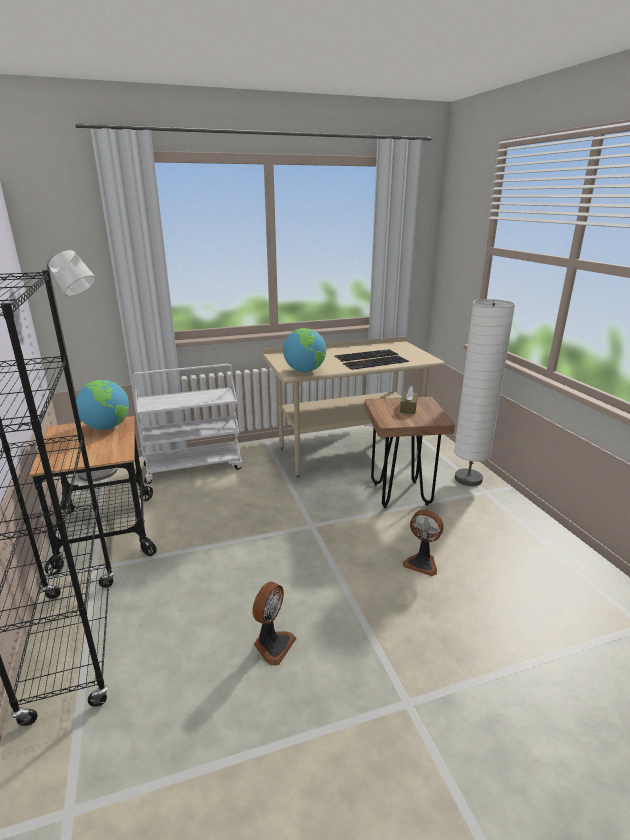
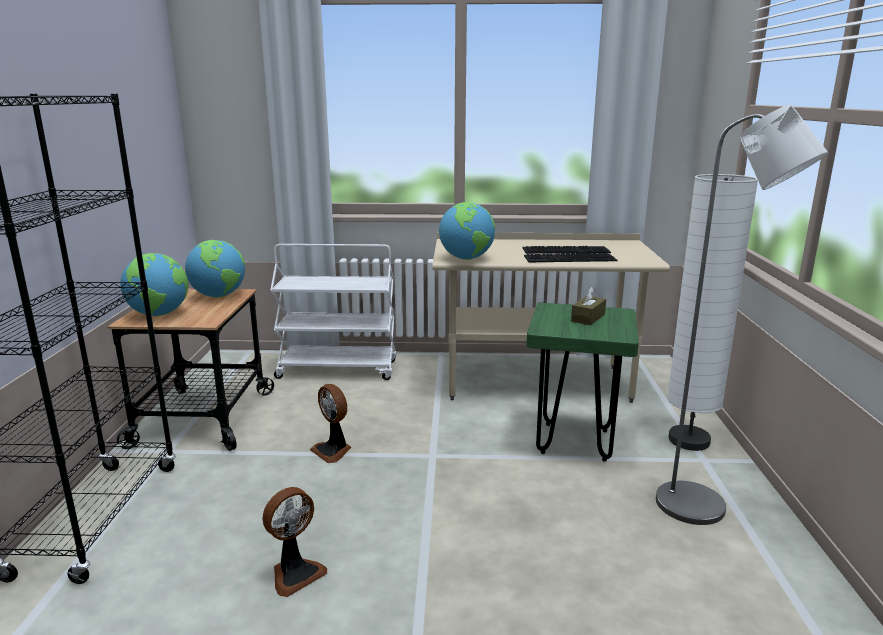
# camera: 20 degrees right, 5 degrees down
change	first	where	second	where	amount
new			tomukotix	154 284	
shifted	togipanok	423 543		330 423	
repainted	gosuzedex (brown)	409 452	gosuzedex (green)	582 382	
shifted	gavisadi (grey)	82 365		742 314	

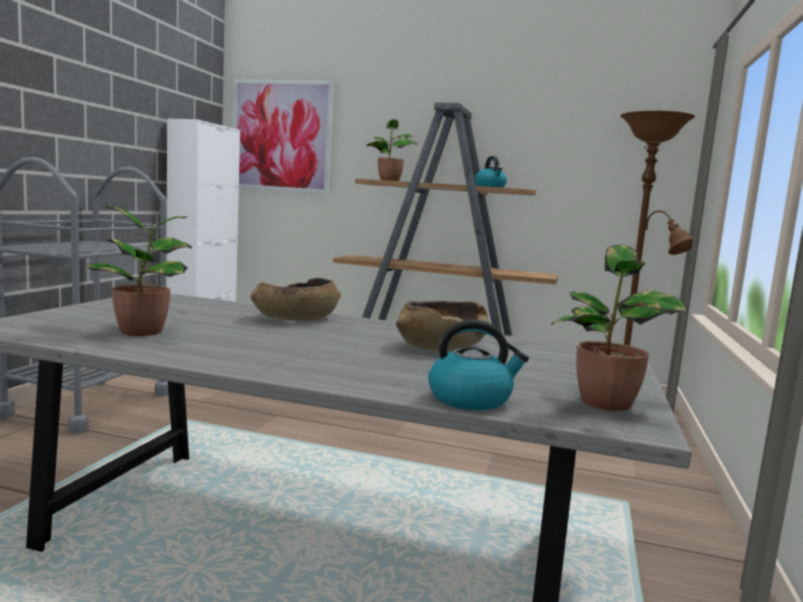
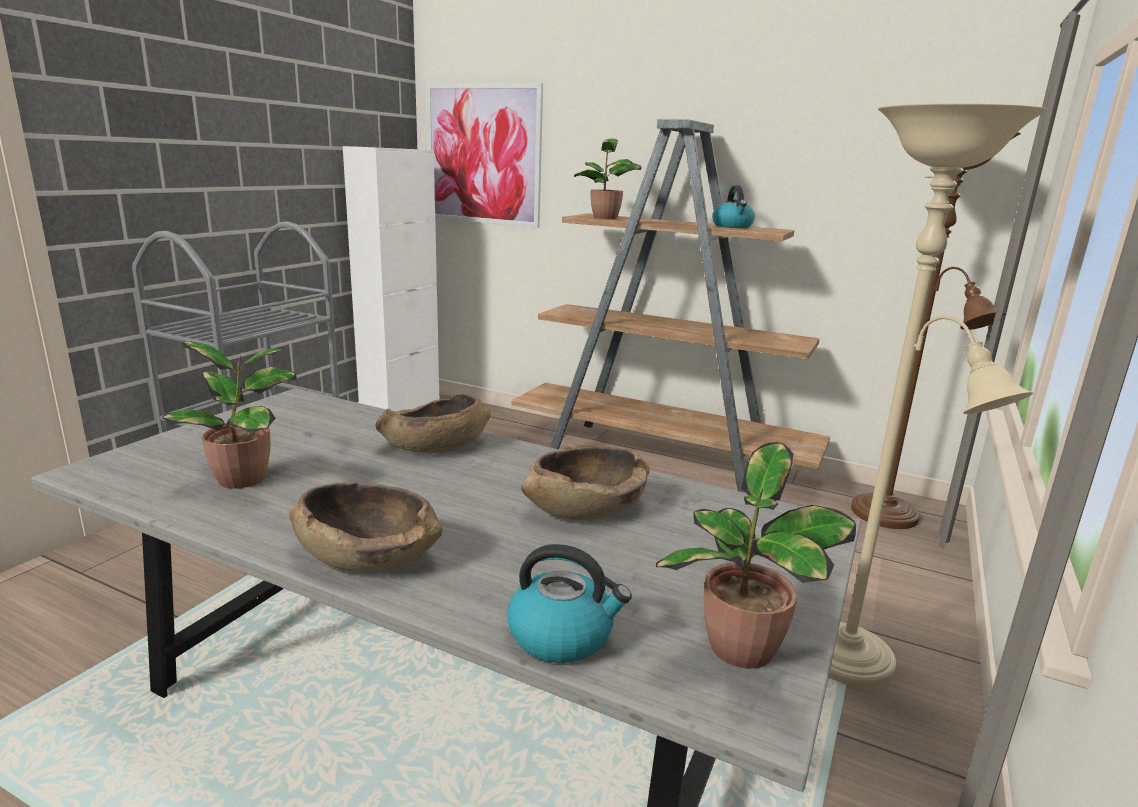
# camera: 10 degrees right, 10 degrees up
change	first	where	second	where	amount
new			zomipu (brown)	365 527	
new			gavisadi (beige)	938 395	

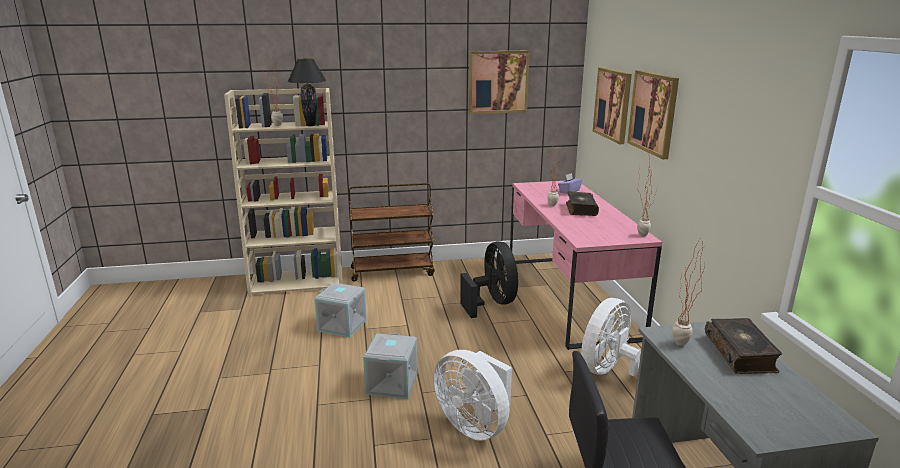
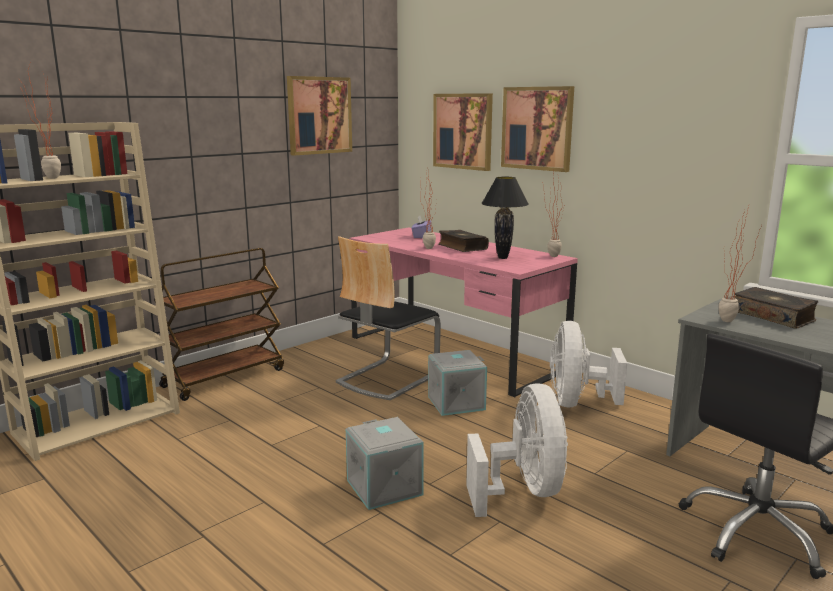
# camera: 35 degrees left, 5 degrees down
change	first	where	second	where	amount
swapped	togipanok (black)	489 279	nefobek	388 318	
shifted	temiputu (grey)	340 310		457 383	
rotated	togipanok (white)	472 395		517 450	105 degrees counterclockwise
shifted	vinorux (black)	307 92		505 218	

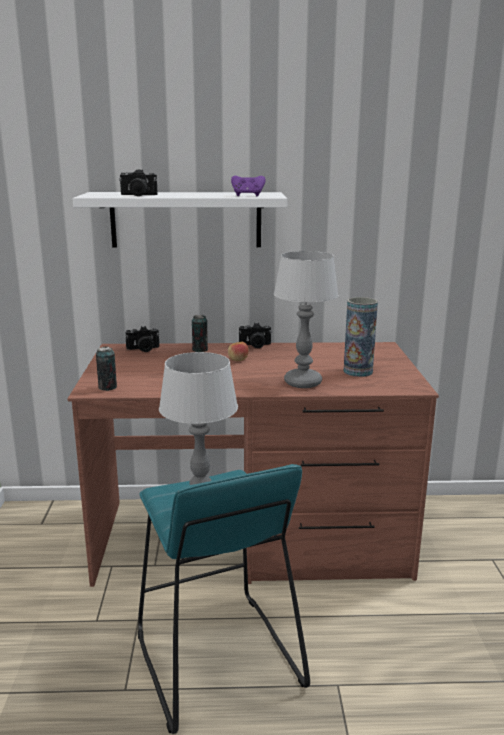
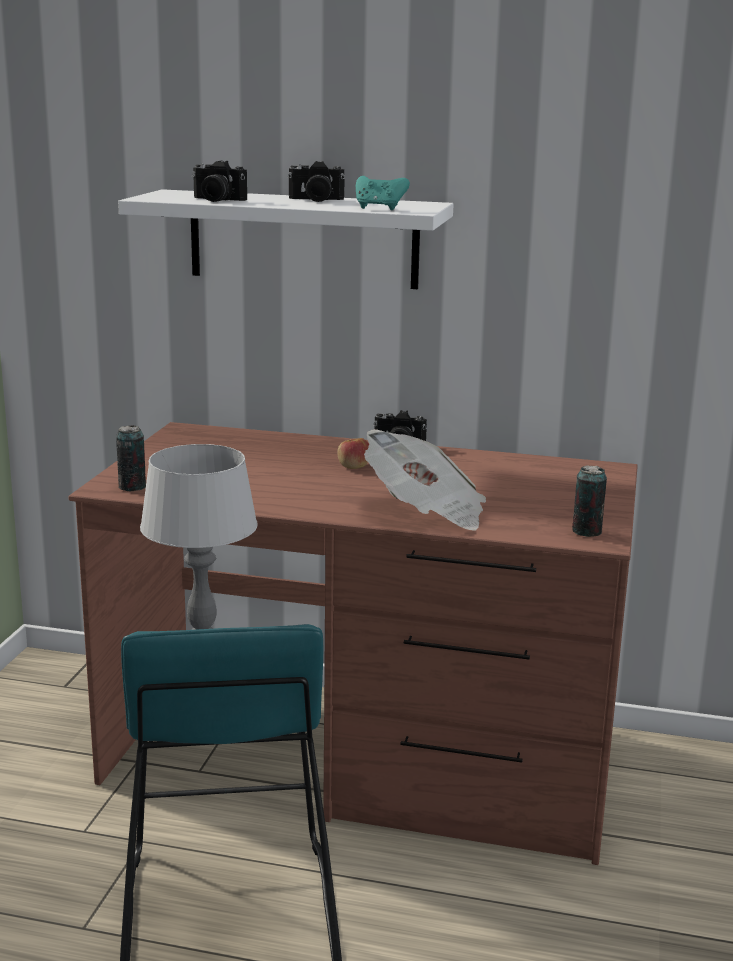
# camera: 15 degrees right, 0 degrees up
change	first	where	second	where	amount
shifted	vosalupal	142 339		316 181	
repainted	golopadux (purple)	248 186	golopadux (turquoise)	383 193	
swapped	vinorux	306 319	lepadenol	425 480	
shifted	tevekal	200 333		589 501	
gone	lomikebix	361 337			

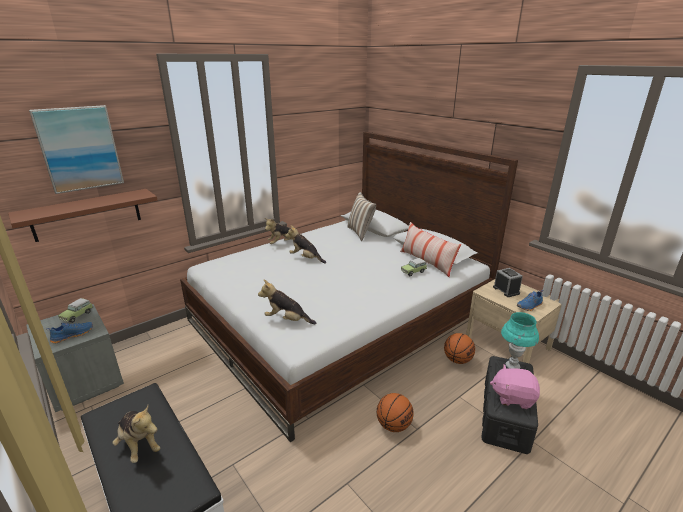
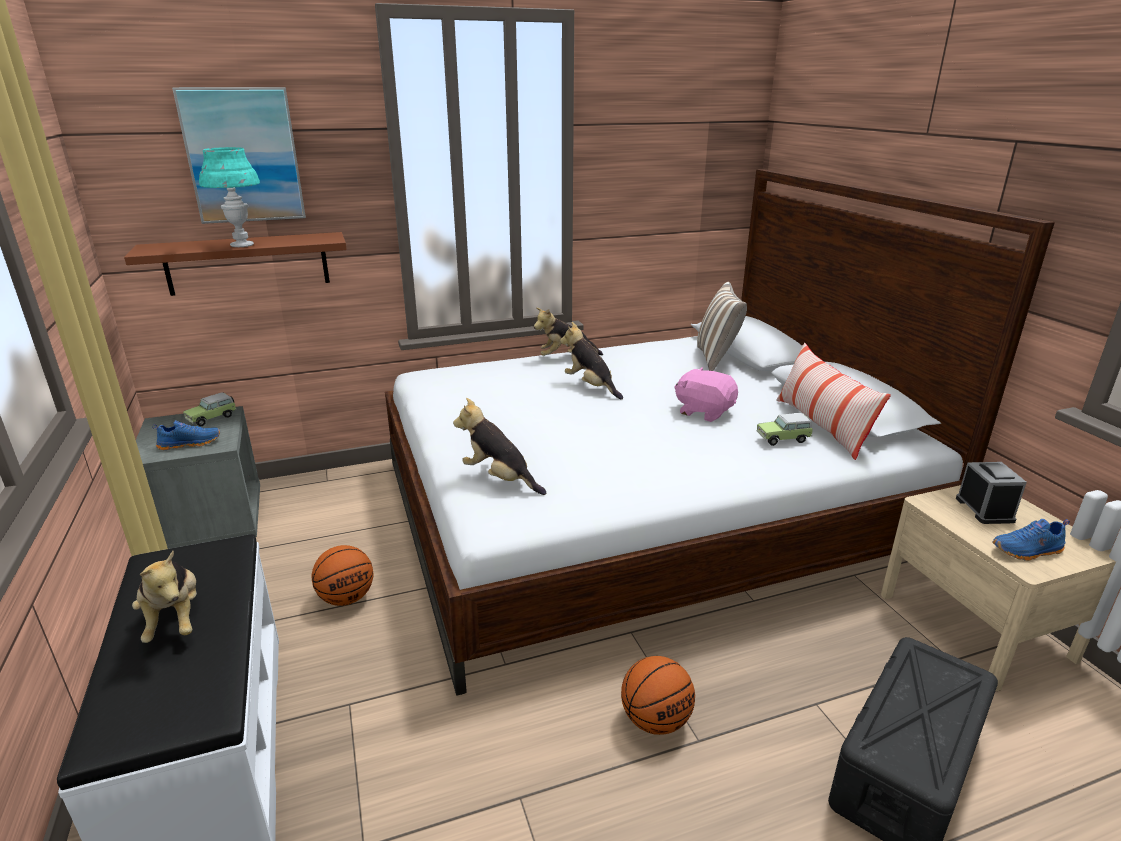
# camera: 20 degrees right, 0 degrees up
change	first	where	second	where	amount
shifted	vinorux (turquoise)	520 340		229 197	
shifted	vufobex	459 348		342 575	
shifted	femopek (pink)	515 386		706 395	

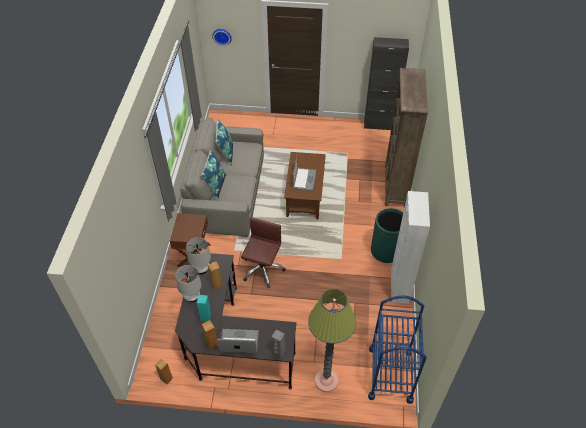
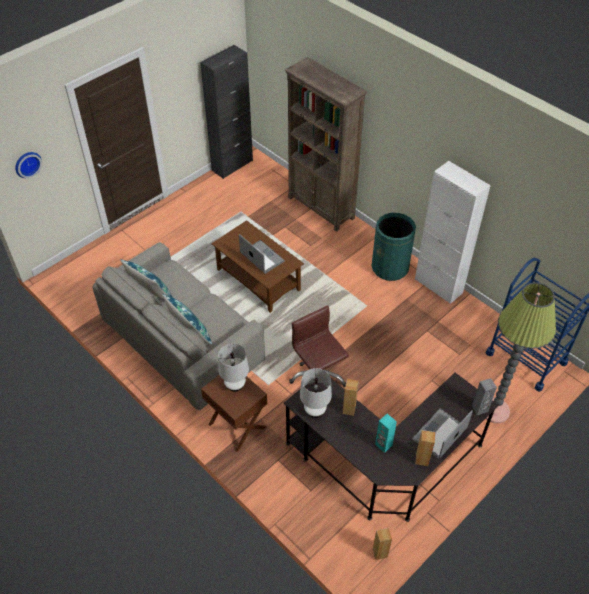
# camera: 50 degrees left, 0 degrees up
change	first	where	second	where	amount
shifted	vinorux (white)	189 283		233 367	

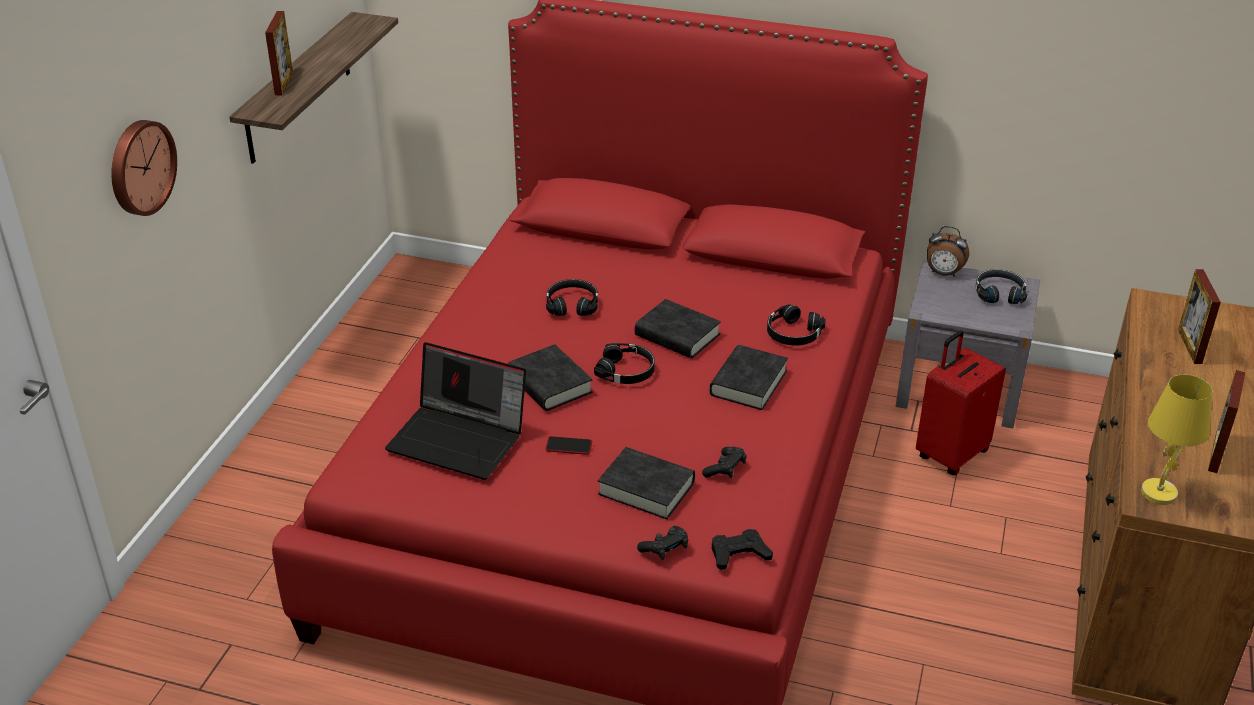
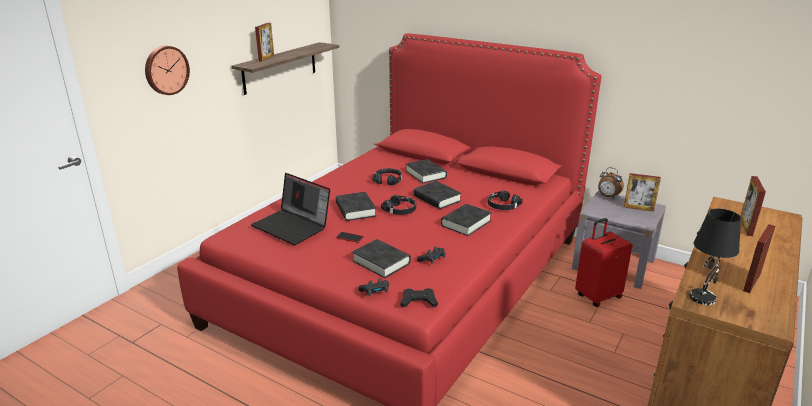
# camera: 15 degrees right, 10 degrees down
change	first	where	second	where	amount
new			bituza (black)	426 171	
swapped	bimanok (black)	1001 286	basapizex	642 192	
repainted	vinorux (yellow)	1176 440	vinorux (black)	715 257	

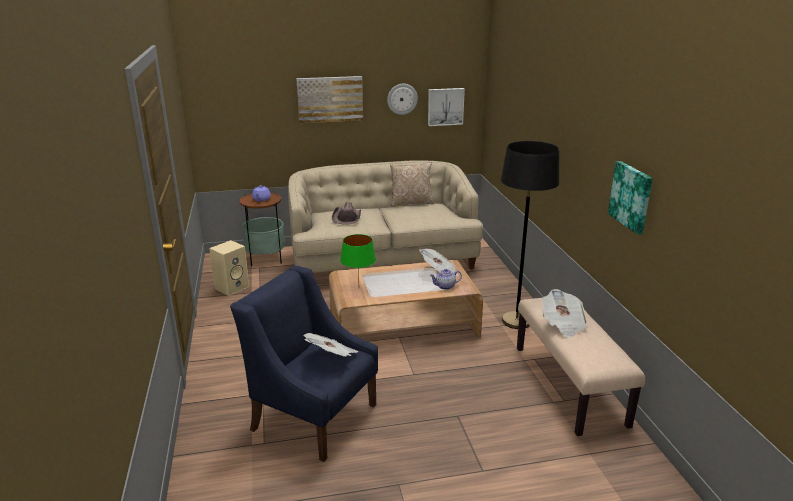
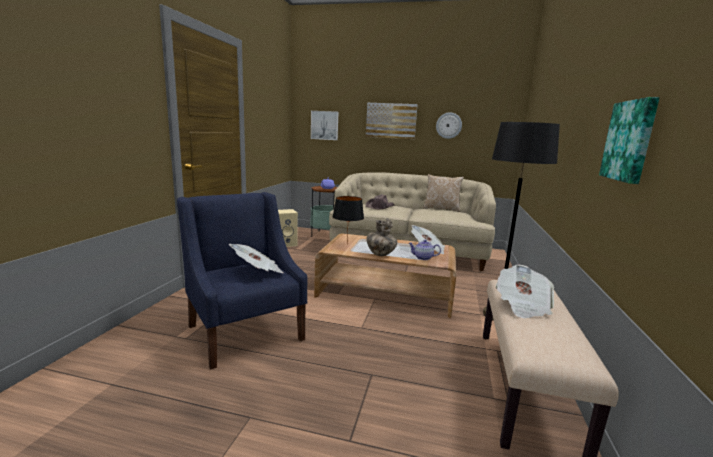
# camera: 25 degrees right, 10 degrees down
change	first	where	second	where	amount
shifted	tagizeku	446 107		324 125	
repainted	vinorux (green)	358 257	vinorux (black)	348 218	
new			lomikebix	381 237	

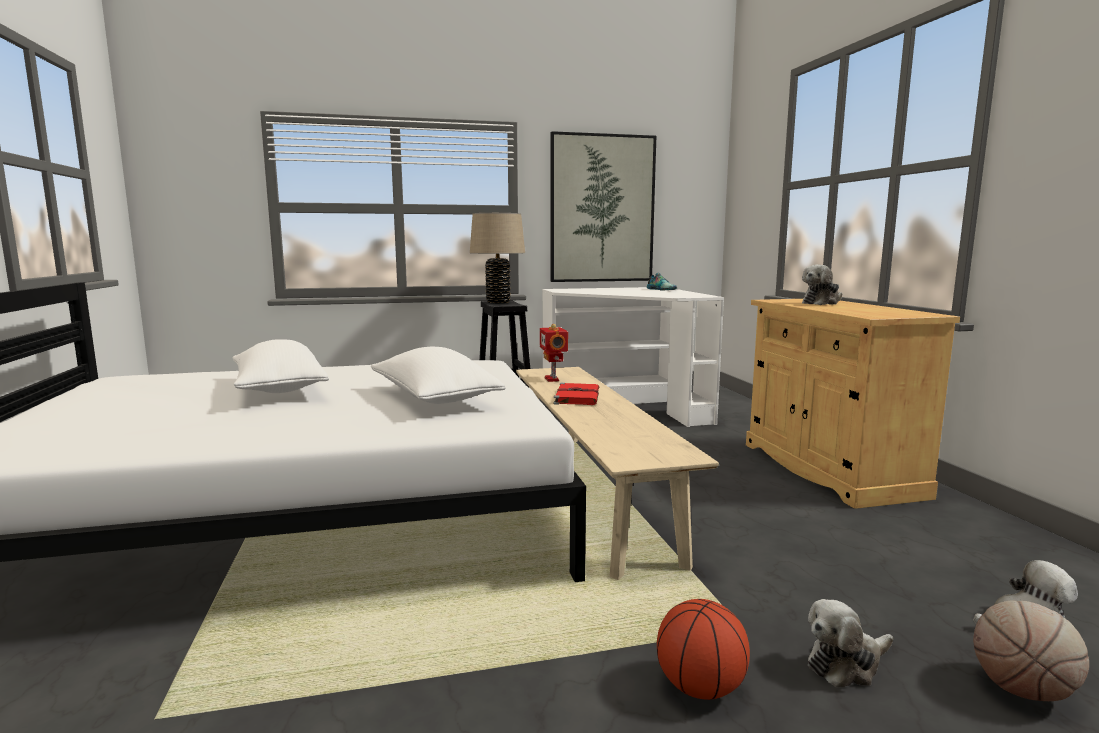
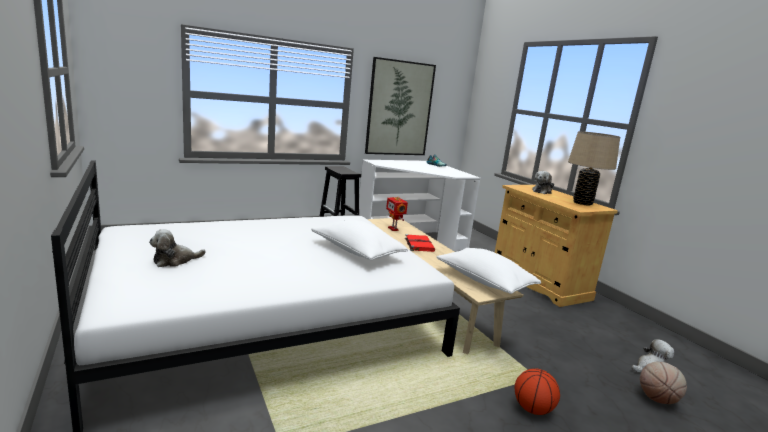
# camera: 15 degrees left, 5 degrees up
change	first	where	second	where	amount
shifted	femopek	850 643		177 248	
shifted	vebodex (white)	281 366		489 271	
shifted	vinorux (beige)	497 258		594 168	

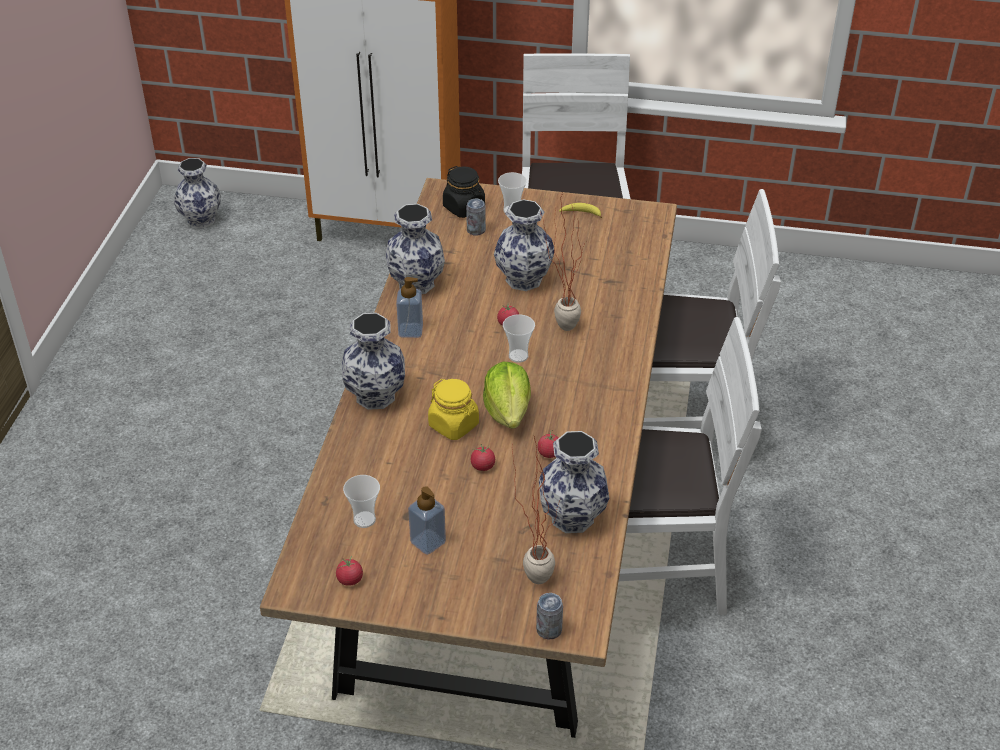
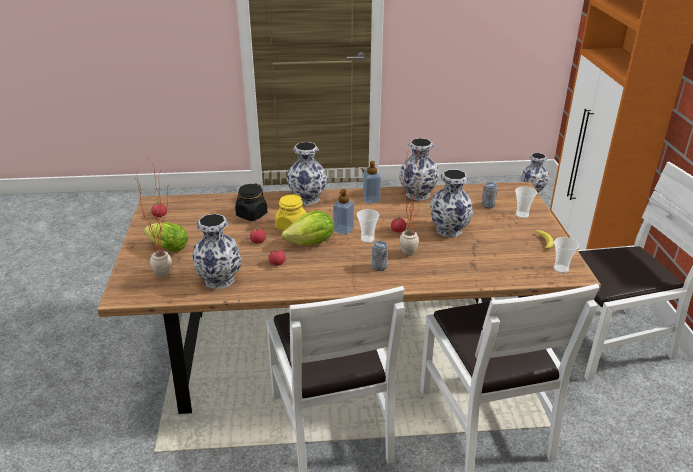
# camera: 75 degrees right, 10 degrees down
change	first	where	second	where	amount
new			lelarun	166 237	
shifted	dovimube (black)	464 192		251 202	
shifted	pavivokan	427 520		343 212	
shifted	tevekal	549 616		380 256	
shifted	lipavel	361 501		566 255	

